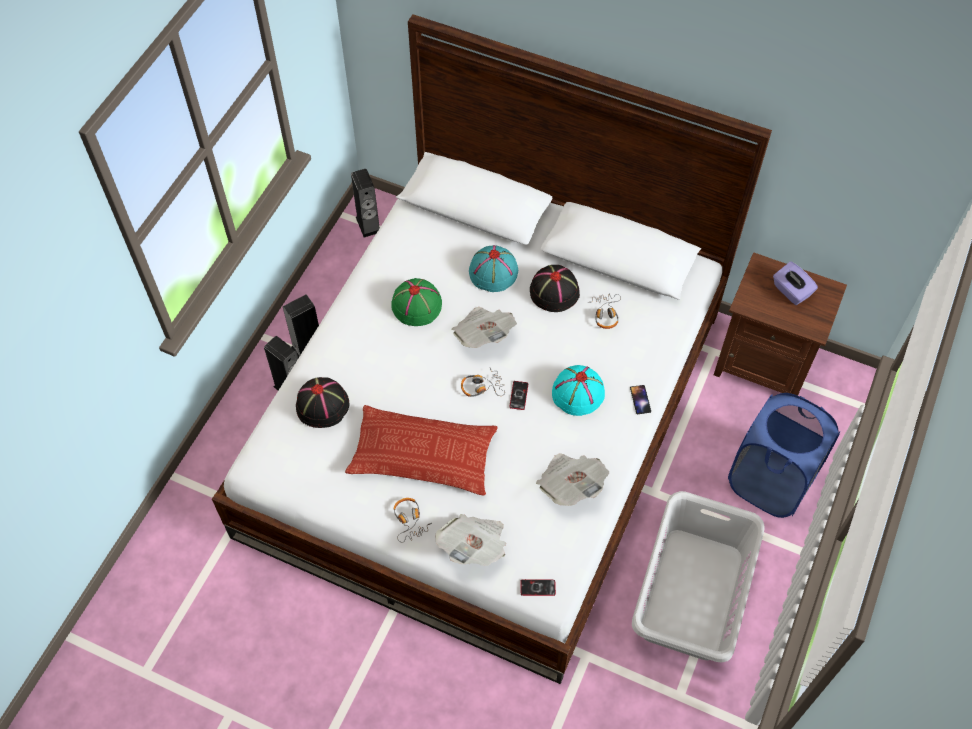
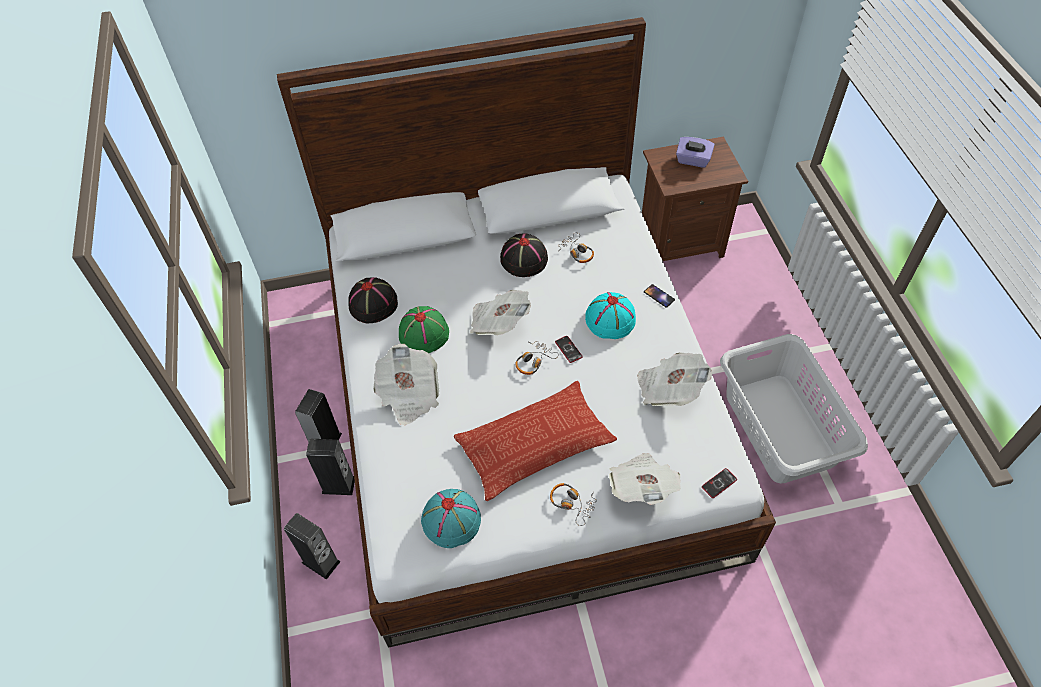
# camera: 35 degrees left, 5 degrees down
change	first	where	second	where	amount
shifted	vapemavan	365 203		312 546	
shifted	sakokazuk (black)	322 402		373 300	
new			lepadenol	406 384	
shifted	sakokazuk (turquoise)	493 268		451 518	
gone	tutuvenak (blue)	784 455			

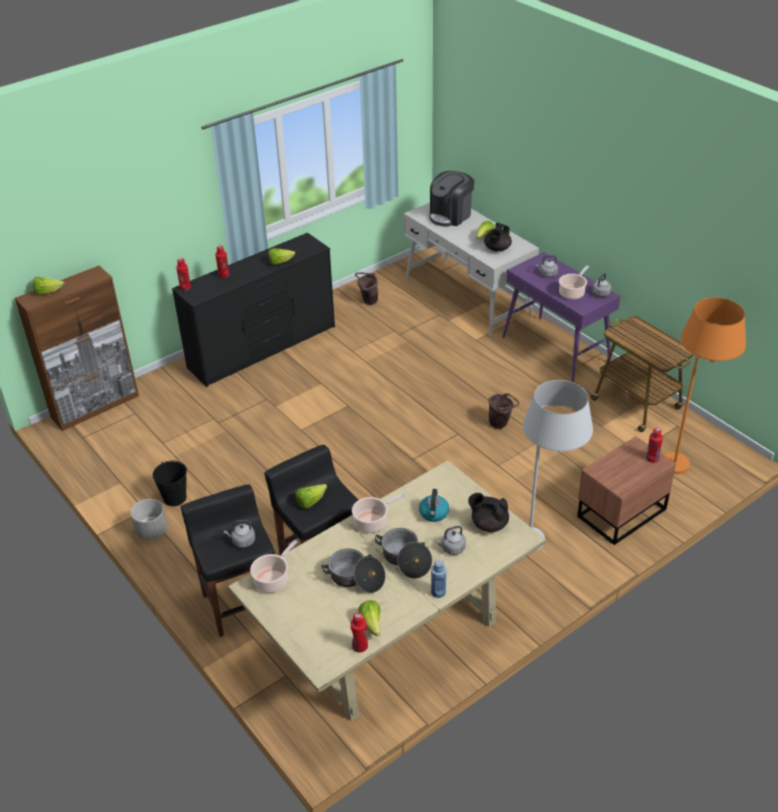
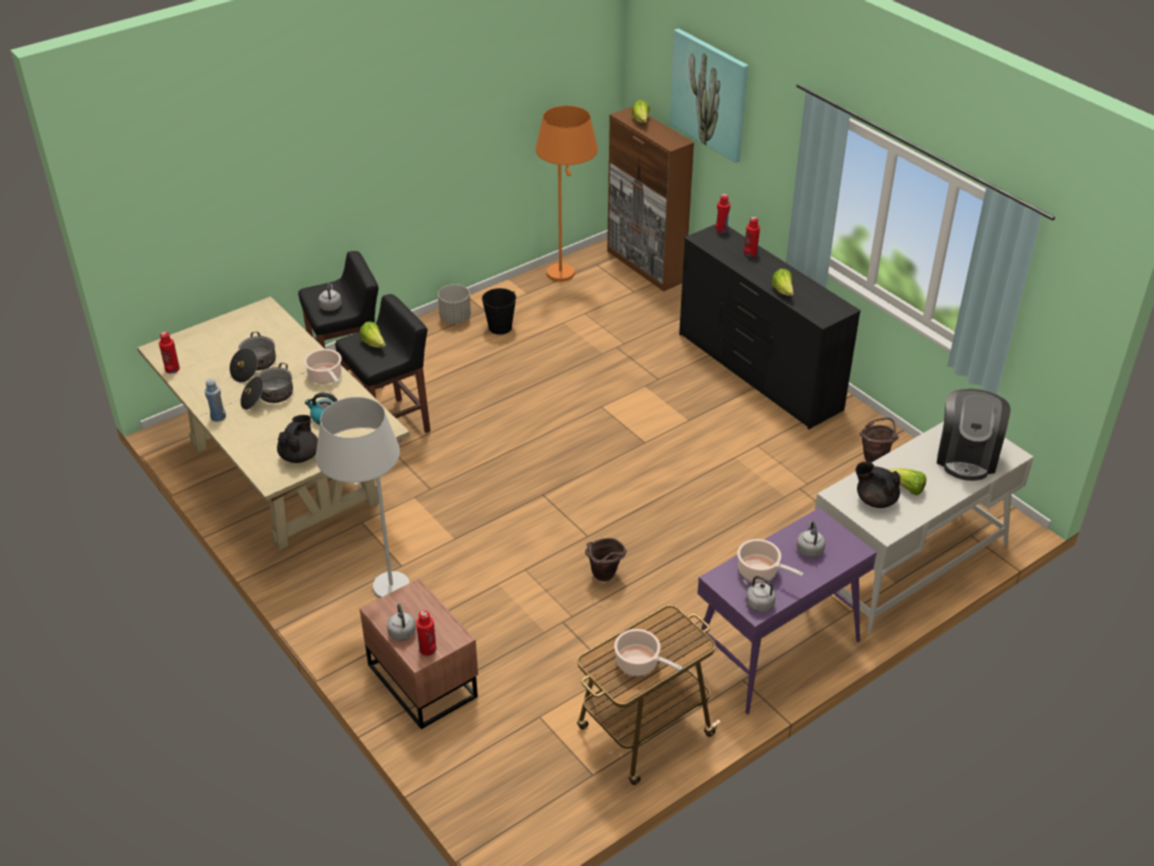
# camera: 90 degrees right, 0 degrees up
change	first	where	second	where	amount
shifted	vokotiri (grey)	450 540		401 622	
shifted	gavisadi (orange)	705 385		567 194	
shifted	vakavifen	273 566		648 652	
new			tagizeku	709 95	
rotated	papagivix	451 199		973 435	120 degrees counterclockwise
gone	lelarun	369 618			

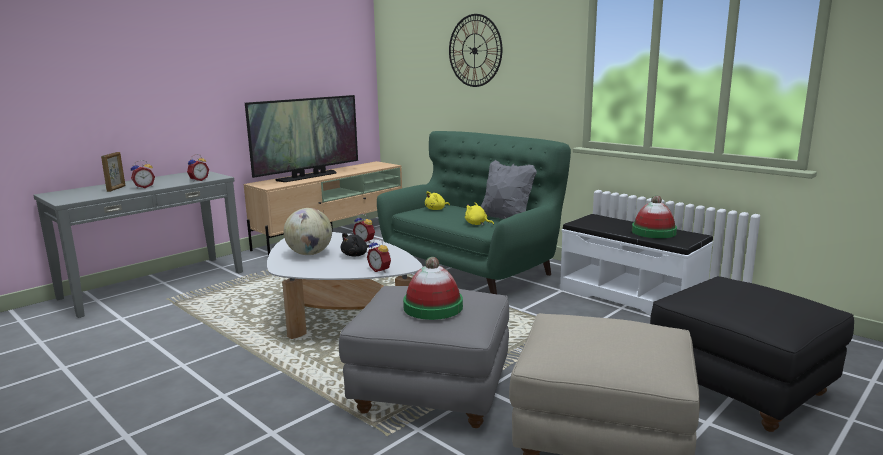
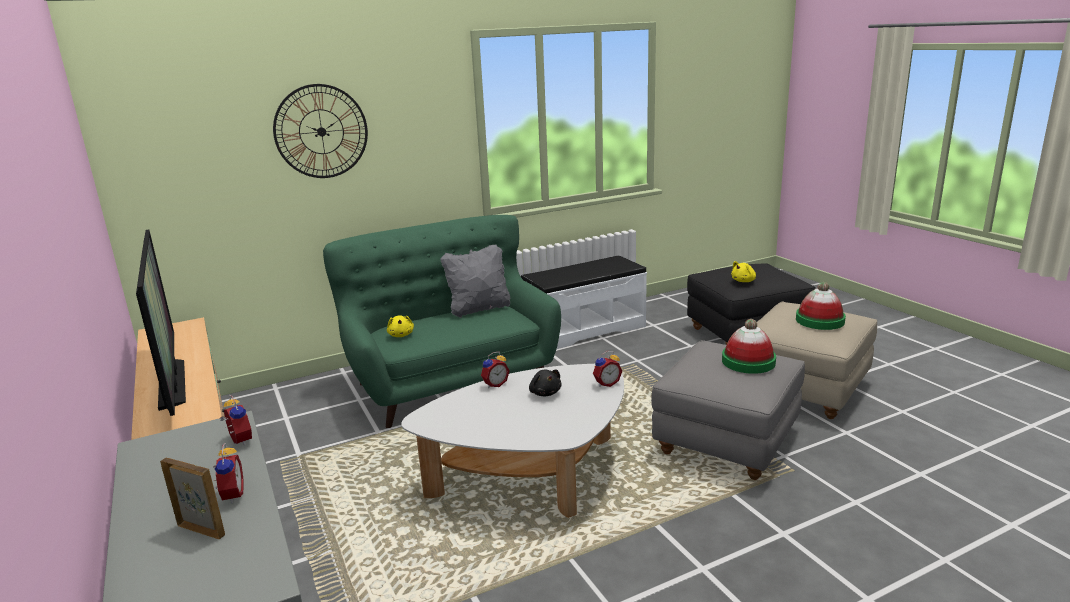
# camera: 70 degrees left, 5 degrees up
change	first	where	second	where	amount
shifted	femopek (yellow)	479 213		743 271	
shifted	sakokazuk	654 216		821 306	
gone	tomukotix	308 231			

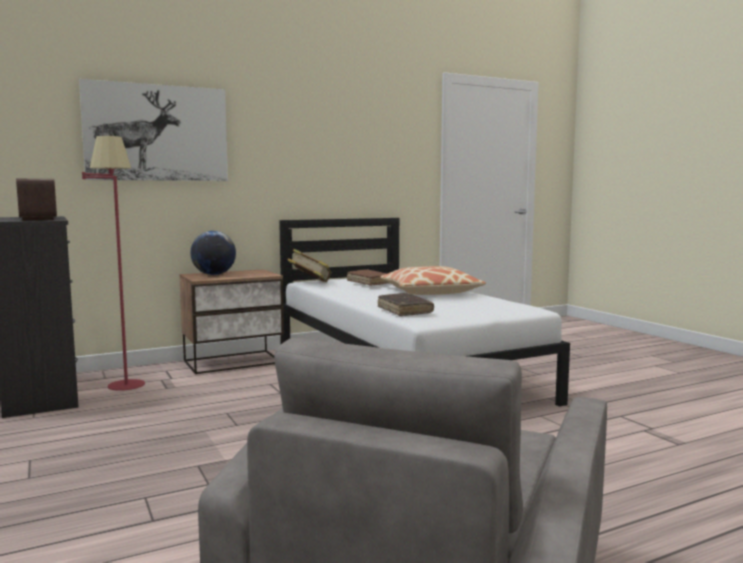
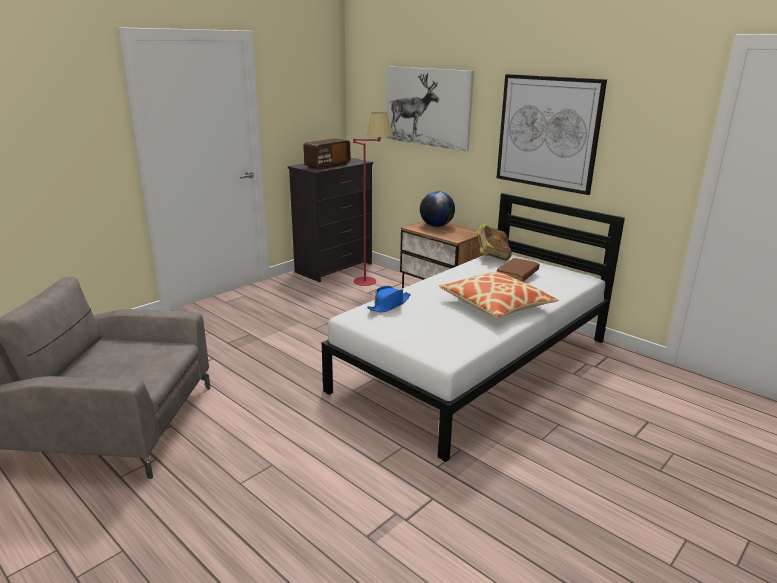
# camera: 70 degrees right, 15 degrees up
change	first	where	second	where	amount
swapped	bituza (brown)	406 304	sakokazuk (blue)	389 299	
new			tagizeku	552 134	

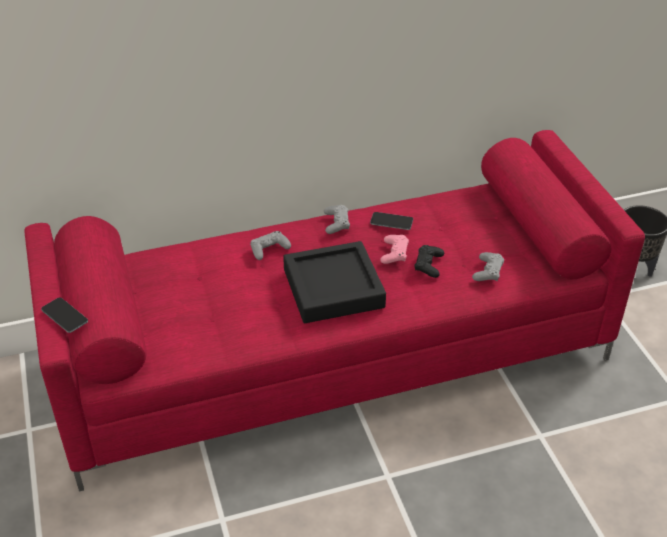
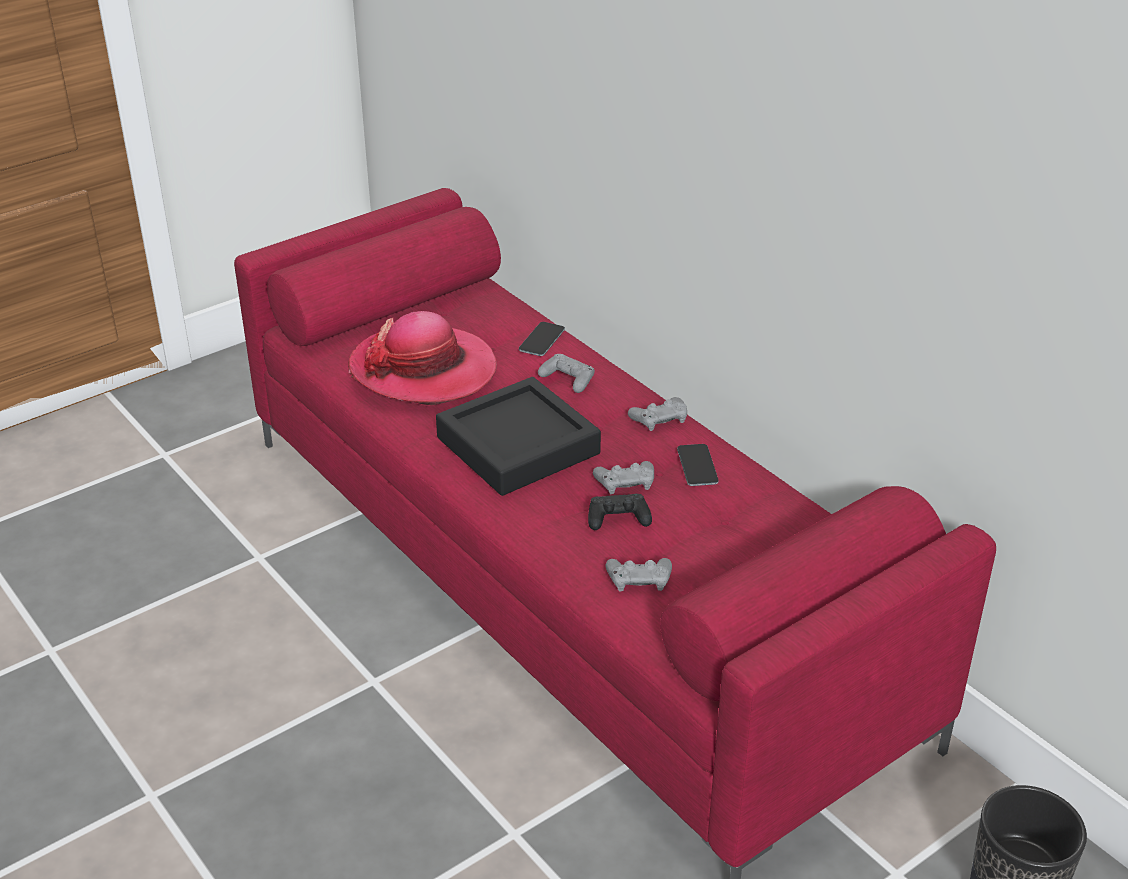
# camera: 70 degrees right, 5 degrees down
change	first	where	second	where	amount
new			sakokazuk	422 358	
shifted	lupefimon	64 315		542 339	
repainted	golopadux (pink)	394 249	golopadux (grey)	623 477	

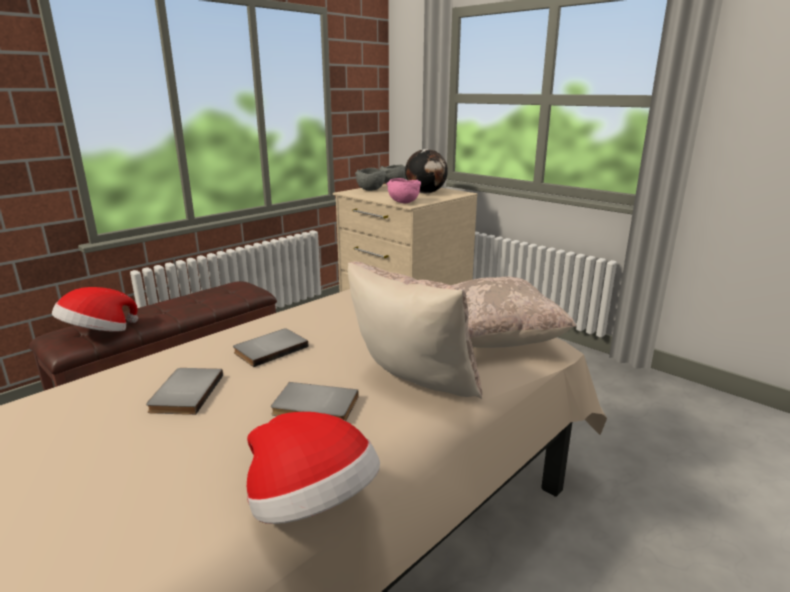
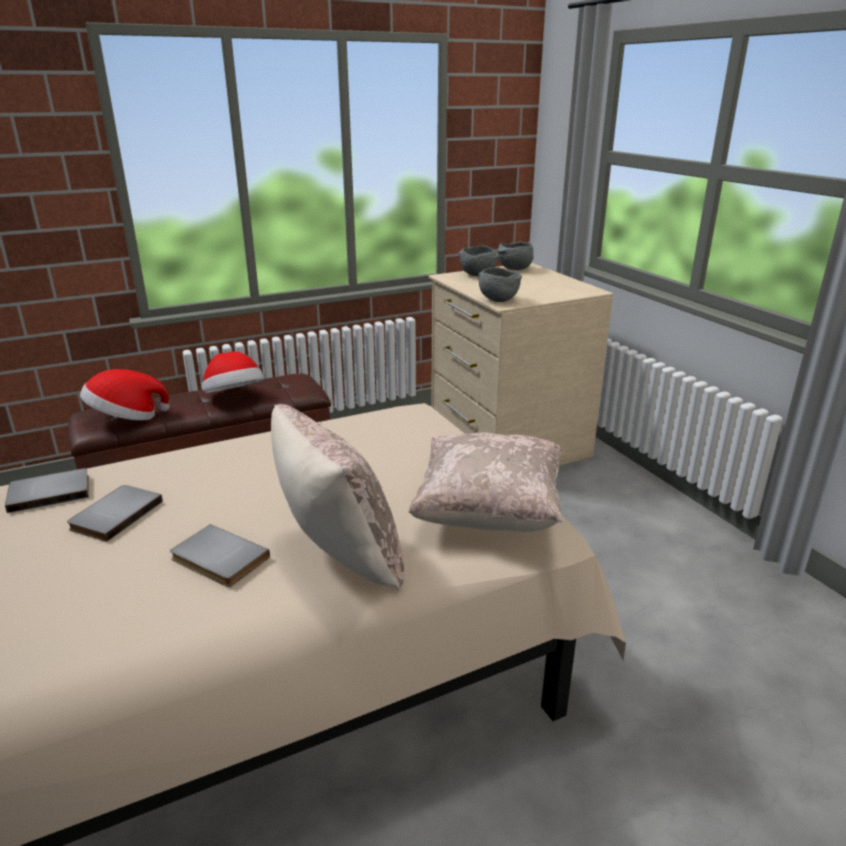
# camera: 20 degrees right, 5 degrees up
change	first	where	second	where	amount
shifted	bituza (grey)	270 347		47 490	
shifted	sakokazuk	313 468		233 372	
repainted	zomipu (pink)	404 190	zomipu (grey)	500 284	
gone	tomukotix	426 171			

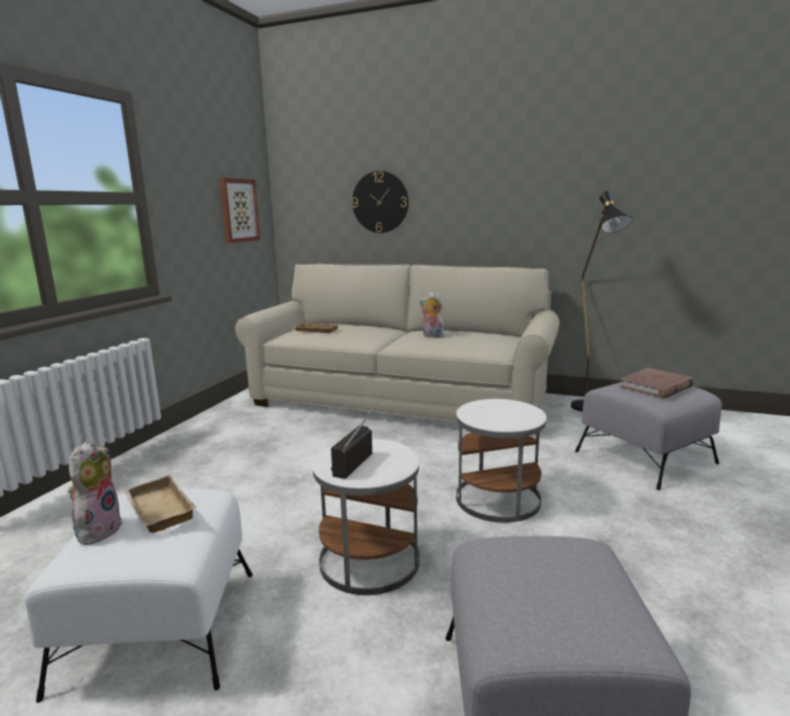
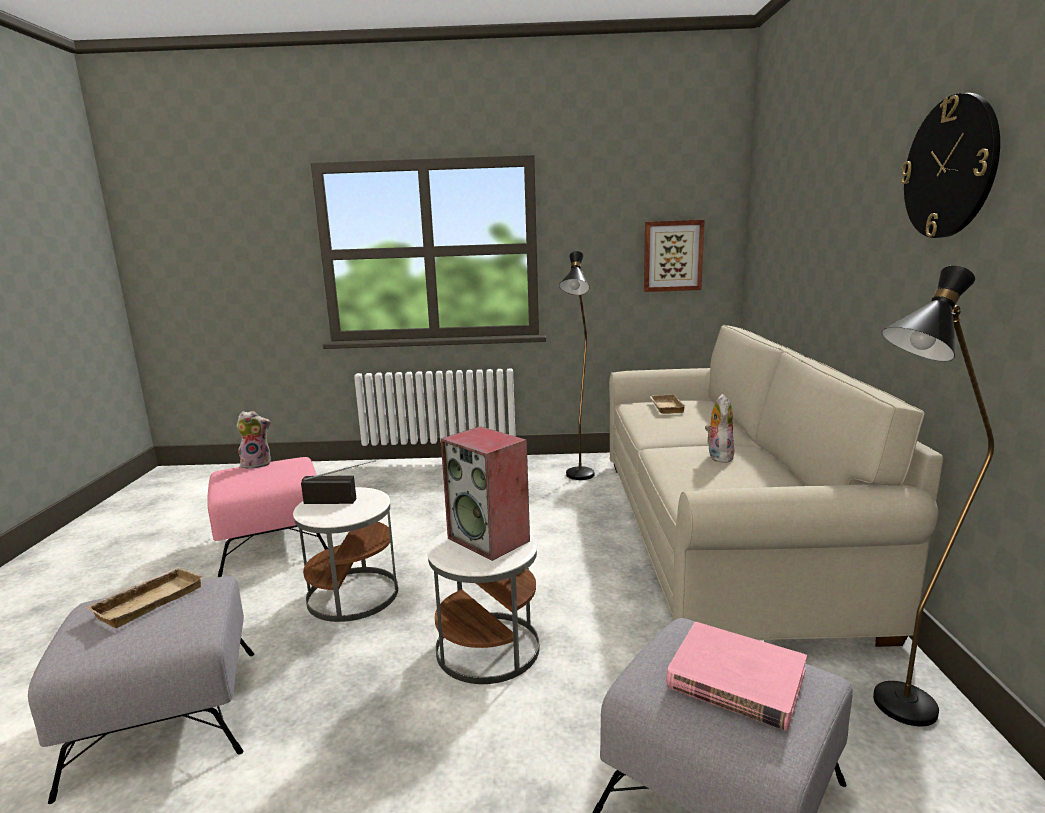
# camera: 70 degrees right, 0 degrees up
change	first	where	second	where	amount
shifted	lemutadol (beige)	159 504		145 597	
repainted	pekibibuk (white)	139 596	pekibibuk (pink)	267 517	
new			vapemavan	485 493	
new			gavisadi (black)	576 365	
repainted	bituza (brown)	656 383	bituza (pink)	736 676	
shifted	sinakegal	380 202		950 165	

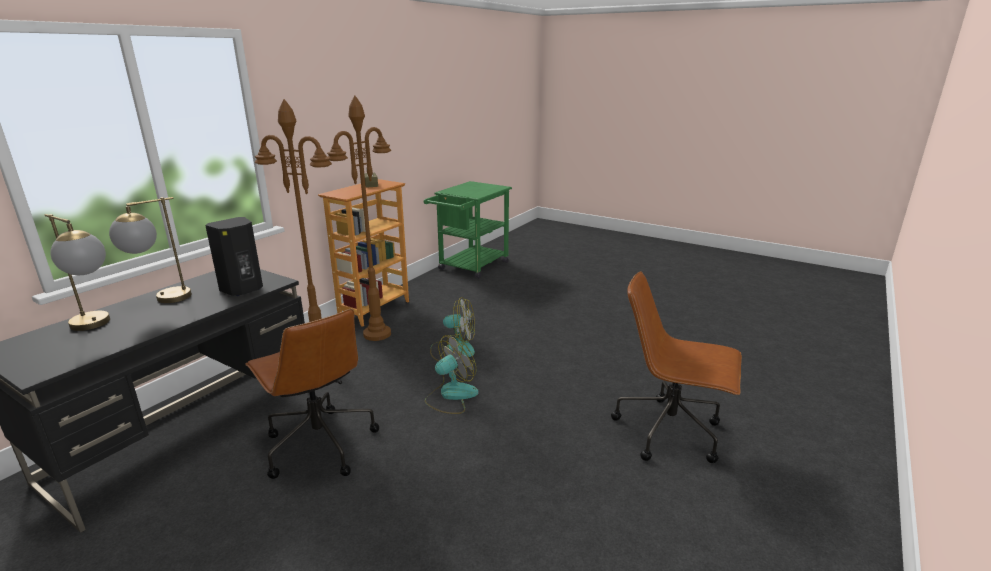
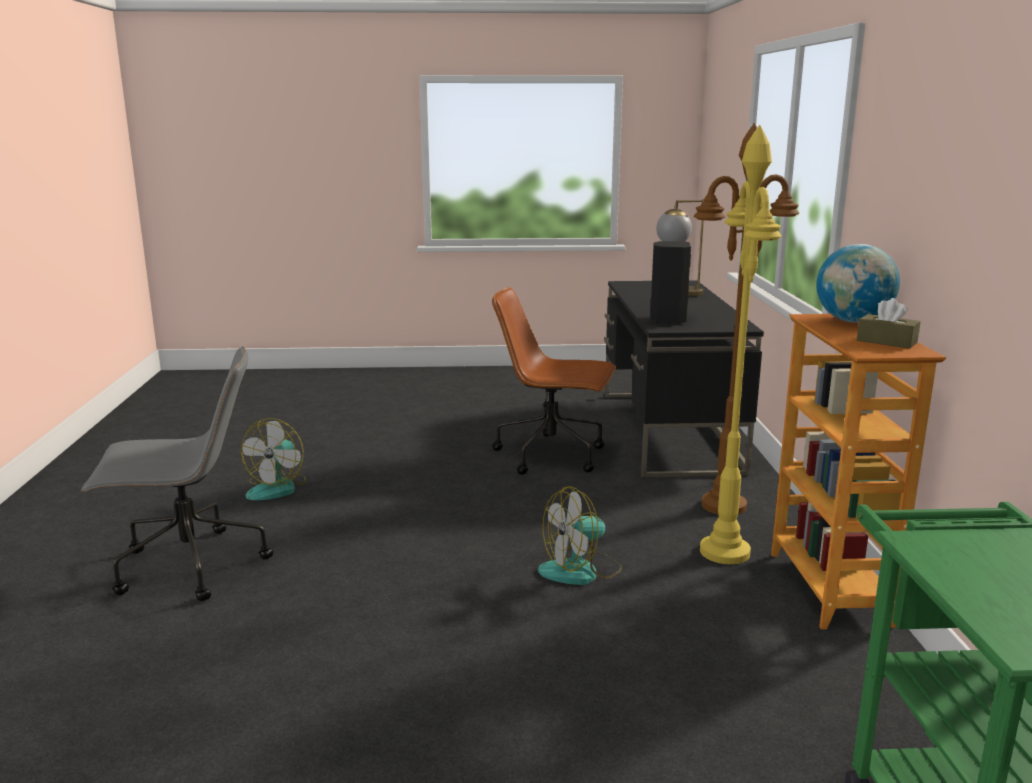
# camera: 145 degrees right, 5 degrees down
change	first	where	second	where	amount
repainted	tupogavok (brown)	676 367	tupogavok (grey)	177 473	
shifted	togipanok	452 374		273 459	
repainted	gavisadi (brown)	359 218	gavisadi (yellow)	741 344	
new			tomukotix	858 283	
gone	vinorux	150 250			

